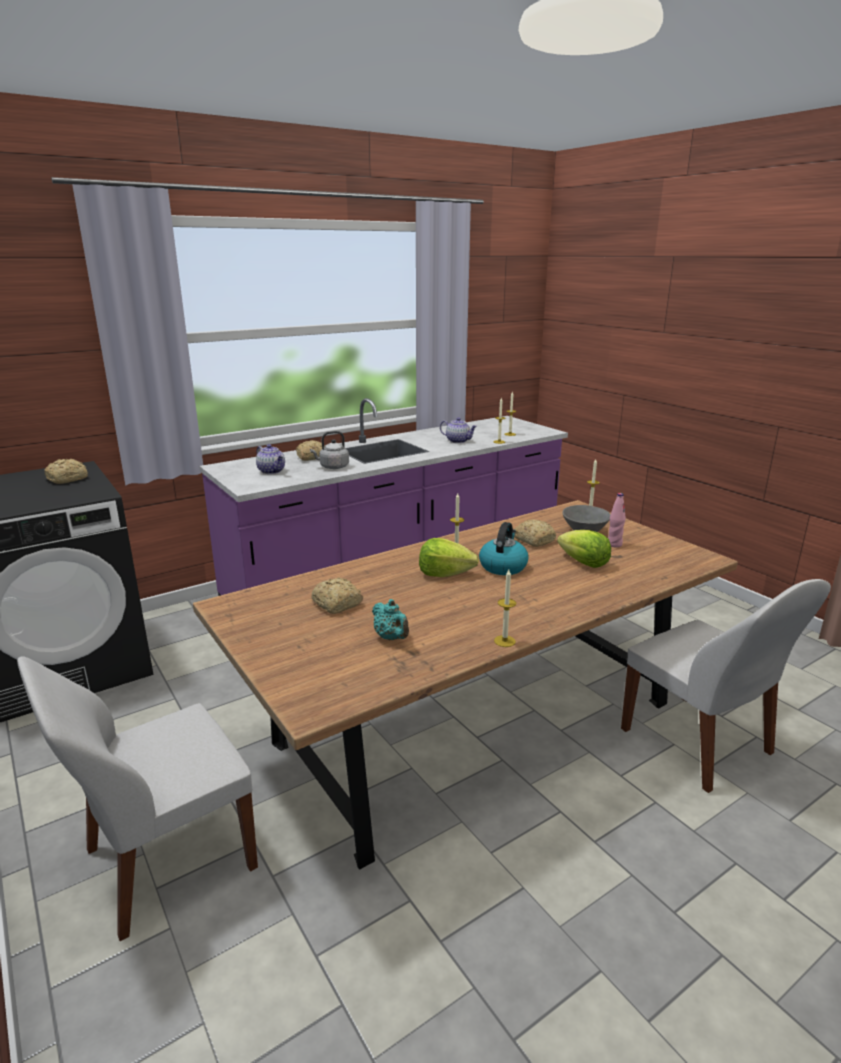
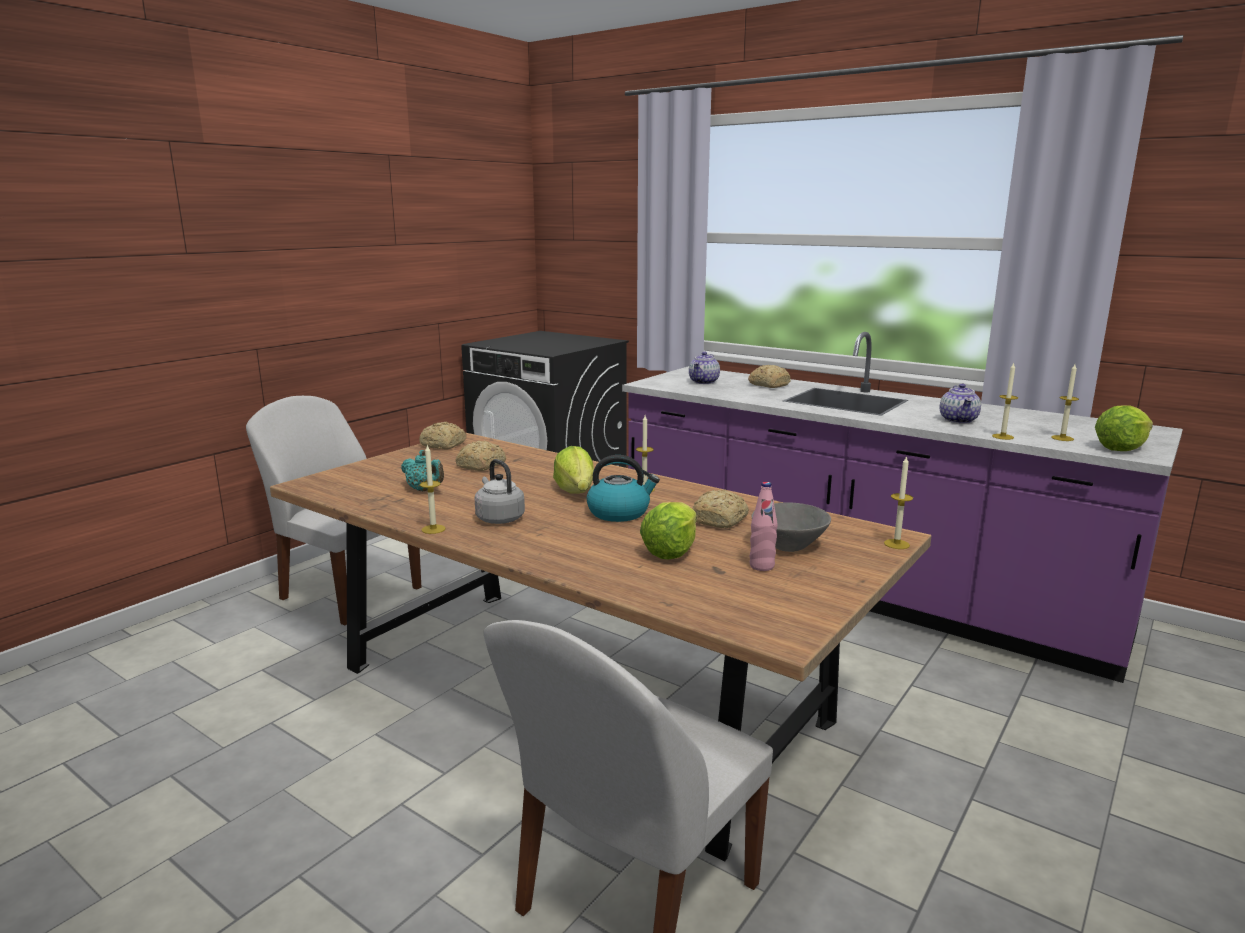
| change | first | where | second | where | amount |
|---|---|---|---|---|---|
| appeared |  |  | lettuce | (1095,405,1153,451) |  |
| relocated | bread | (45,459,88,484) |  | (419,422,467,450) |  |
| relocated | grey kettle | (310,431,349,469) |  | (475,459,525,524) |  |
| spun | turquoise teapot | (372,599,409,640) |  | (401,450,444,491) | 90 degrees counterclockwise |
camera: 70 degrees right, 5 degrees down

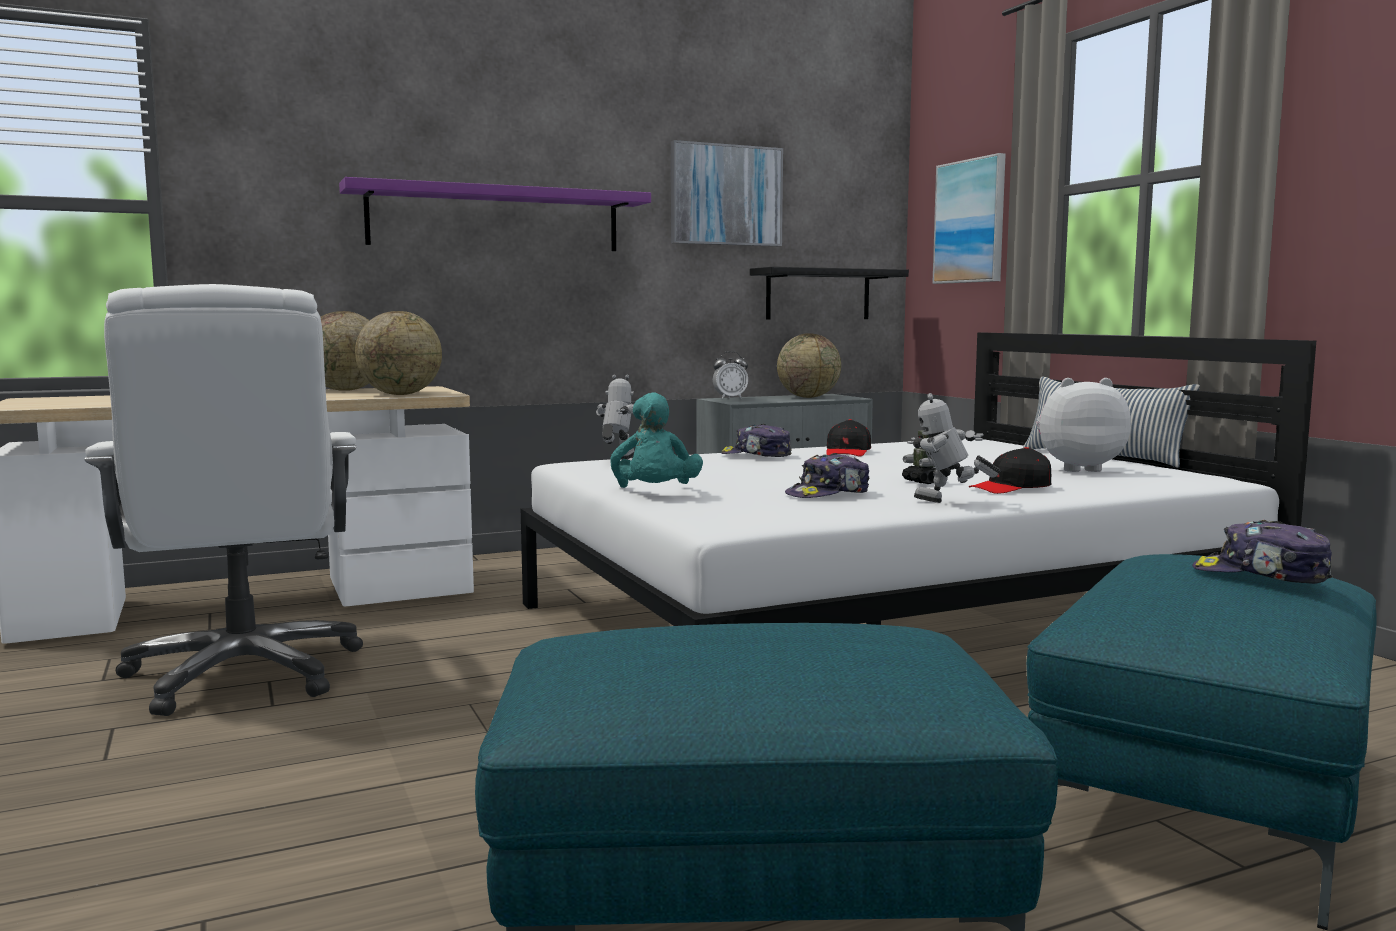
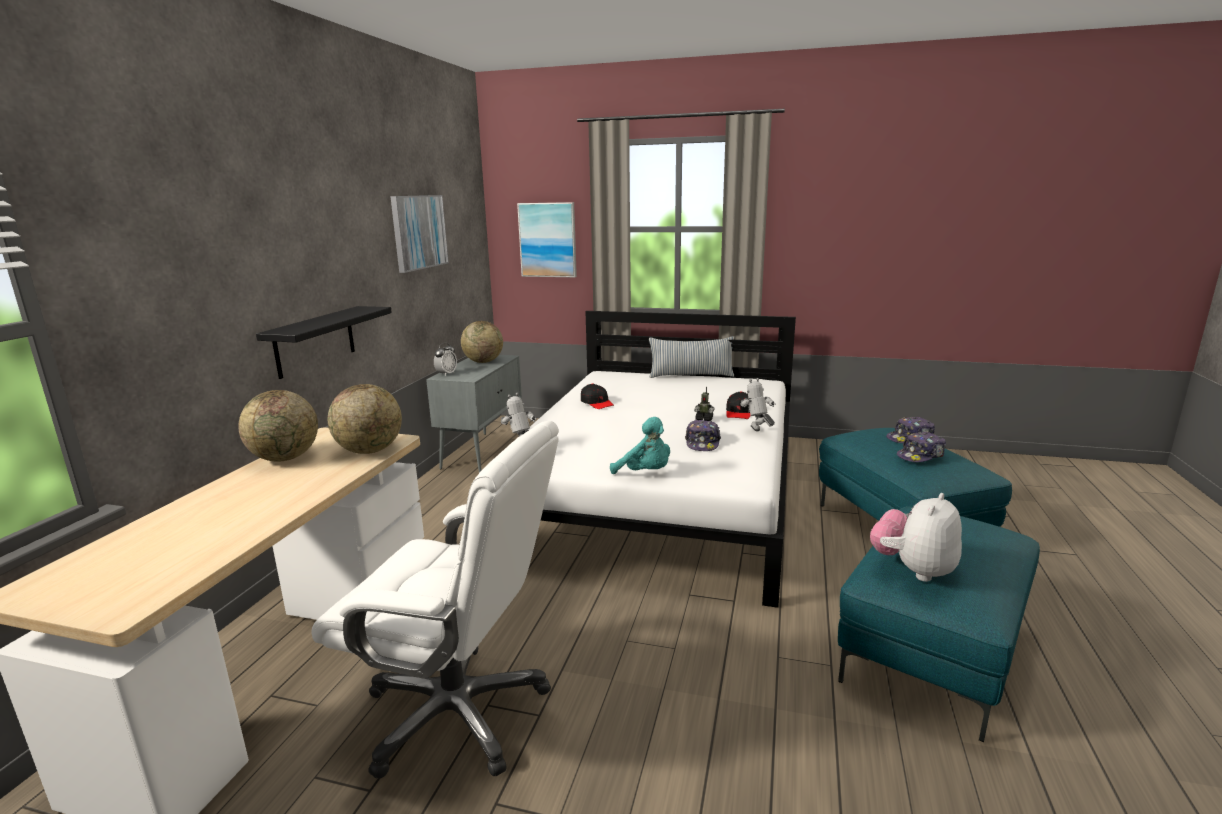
| change | first | where | second | where | amount |
|---|---|---|---|---|---|
| missing | purple shelf | (339,177,651,251) |  |  |  |
| relocated | cap | (721,424,792,457) |  | (897,432,946,462) |  |
| relocated | black shelf | (750,267,909,320) |  | (256,306,392,379) |  |
| relocated | plush toy | (1037,378,1131,472) |  | (870,493,962,582) |  |
| spun | toy robot | (907,393,1001,503) |  | (740,378,776,431) | 105 degrees clockwise |
camera: 50 degrees left, 10 degrees up

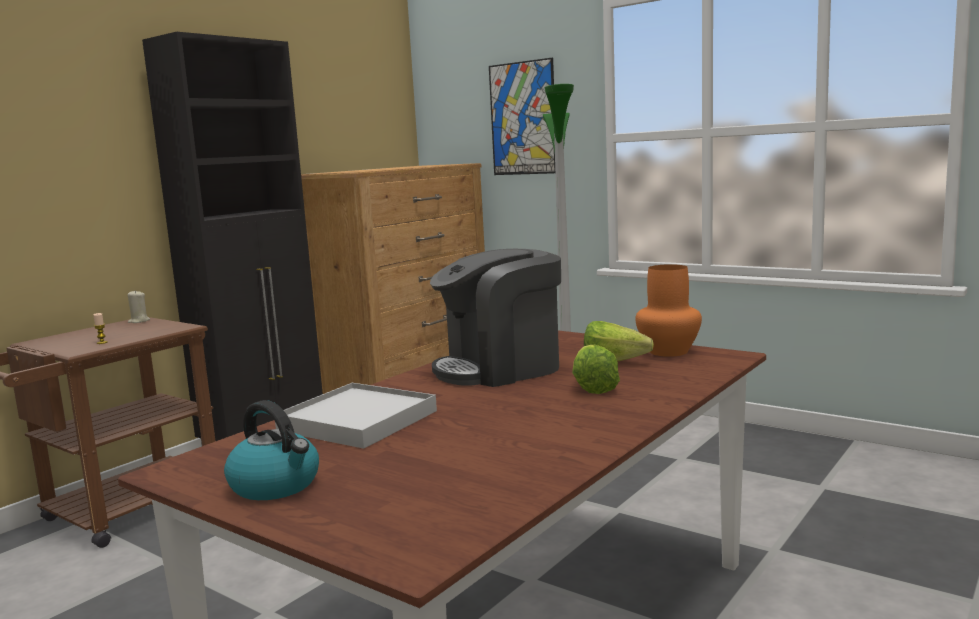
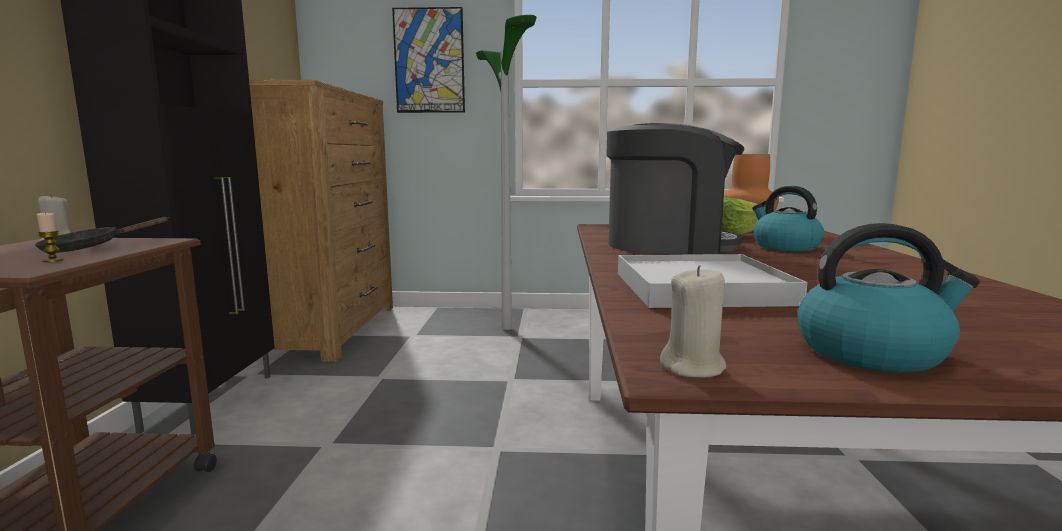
| change | first | where | second | where | amount |
|---|---|---|---|---|---|
| appeared |  |  | black frying pan | (35,217,169,253) |  |
| appeared |  |  | beige candle | (660,265,726,378) |  |
| exchanged | lettuce | (572,344,620,394) | kettle | (752,186,824,252) |  |
| spun | coffee machine | (430,249,561,387) |  | (606,123,745,254) | 120 degrees counterclockwise |
camera: 35 degrees left, 0 degrees up

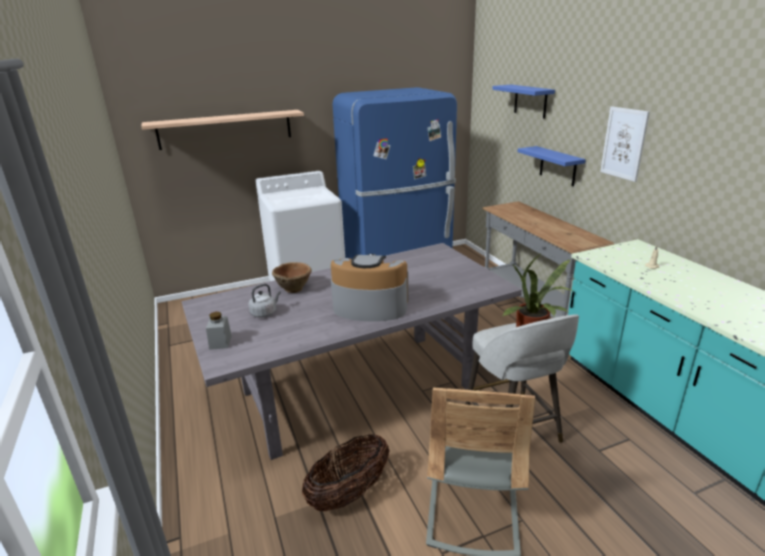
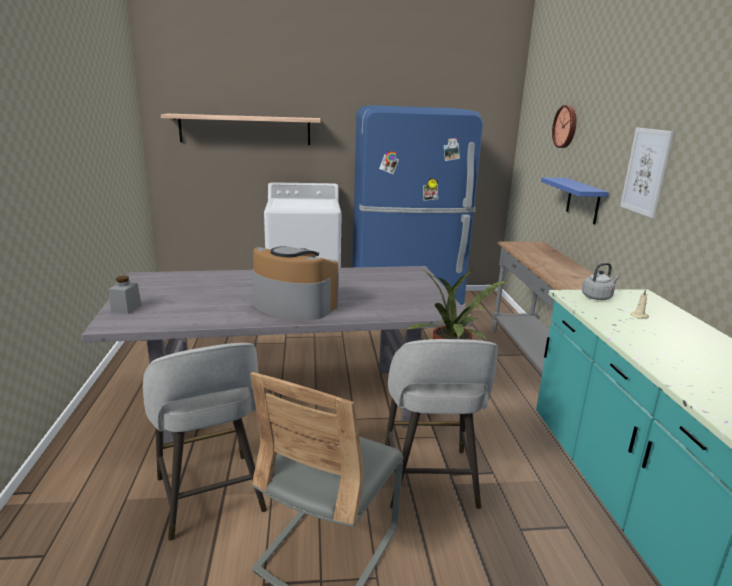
| change | first | where | second | where | amount |
|---|---|---|---|---|---|
| missing | brown bowl | (272,262,312,293) |  |  |  |
| relocated | grey kettle | (249,284,281,318) |  | (582,263,619,300) |  |
| exchanged | basket | (302,434,389,511) | grey stool | (143,343,267,541) |  |
| exchanged | blue shelf | (492,85,555,119) | wall clock | (552,105,576,148) |  |
camera: 15 degrees right, 5 degrees down

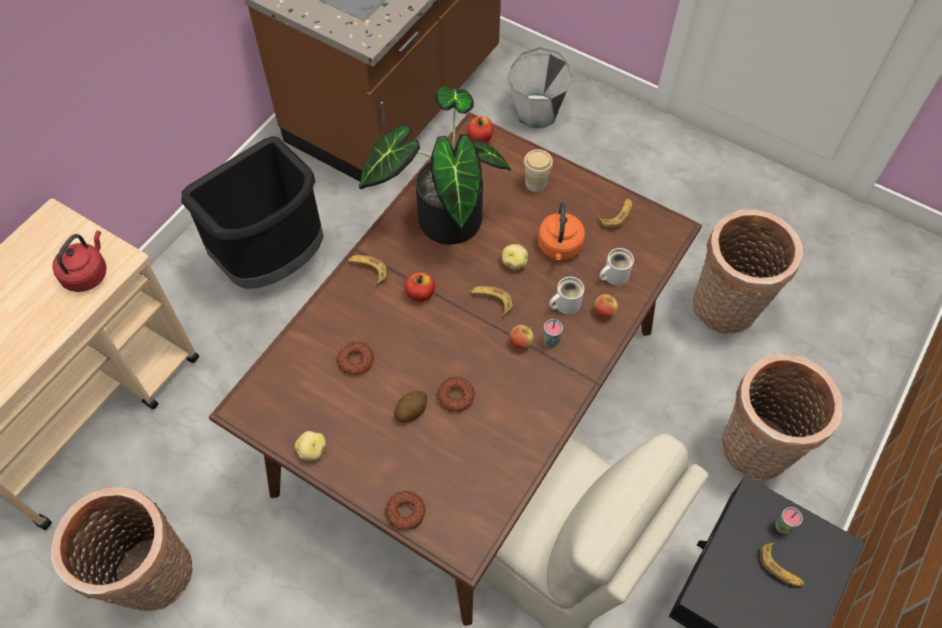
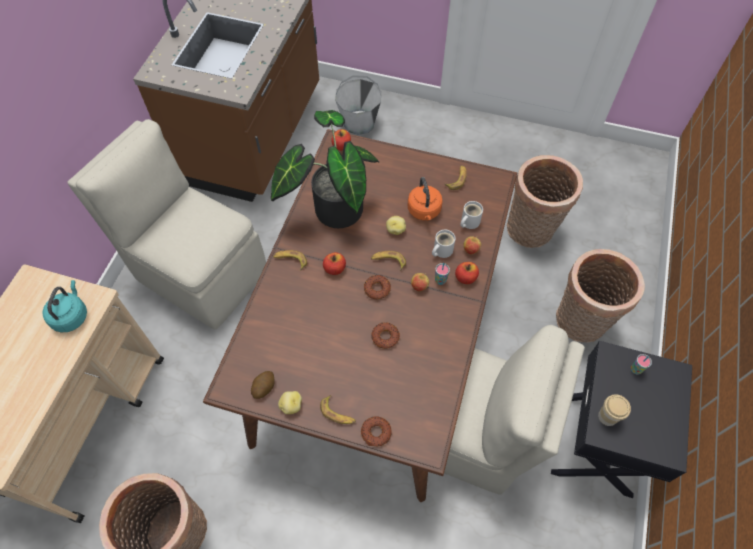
| change | first | where | second | where | amount |
|---|---|---|---|---|---|
| appeared |  |  | apple | (455,262,479,284) |  |
| relocated | donut | (337,342,374,375) |  | (364,275,391,299) |  |
| relocated | potato | (394,391,427,422) |  | (251,371,275,399) |  |
| relocated | cup | (524,149,553,192) |  | (598,394,631,426) |  |
| relocated | banana | (759,542,804,586) |  | (320,395,356,424) |  |
| exchanged | black trash can | (181,136,324,289) | beige chair | (67,119,266,329) |  |
| colour | red kettle | (52,230,107,292) | turquoise kettle | (42,280,87,332) |  |
camera: 15 degrees left, 0 degrees up

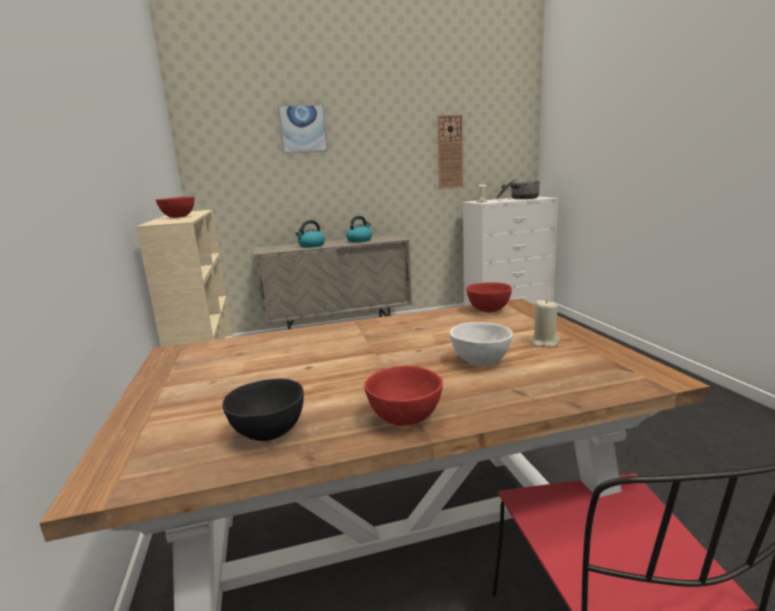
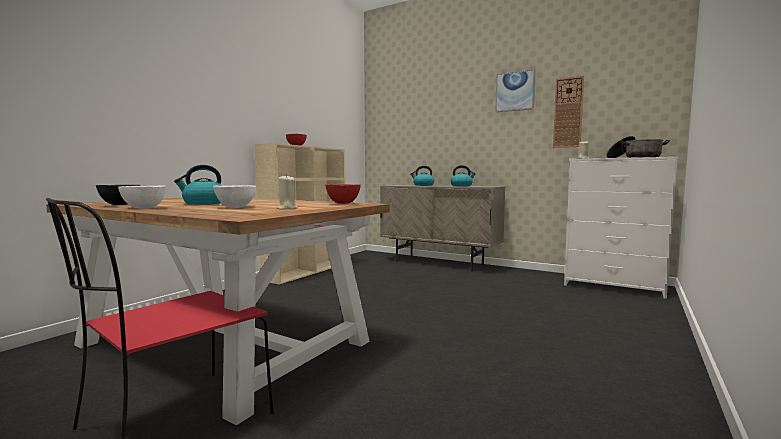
| change | first | where | second | where | amount |
|---|---|---|---|---|---|
| appeared |  |  | kettle | (174,165,222,205) |  |
| relocated | picture | (278,104,328,154) |  | (495,69,535,112) |  |
| colour | red bowl | (364,366,443,426) | white bowl | (118,185,166,208) |  |
camera: 45 degrees right, 10 degrees down

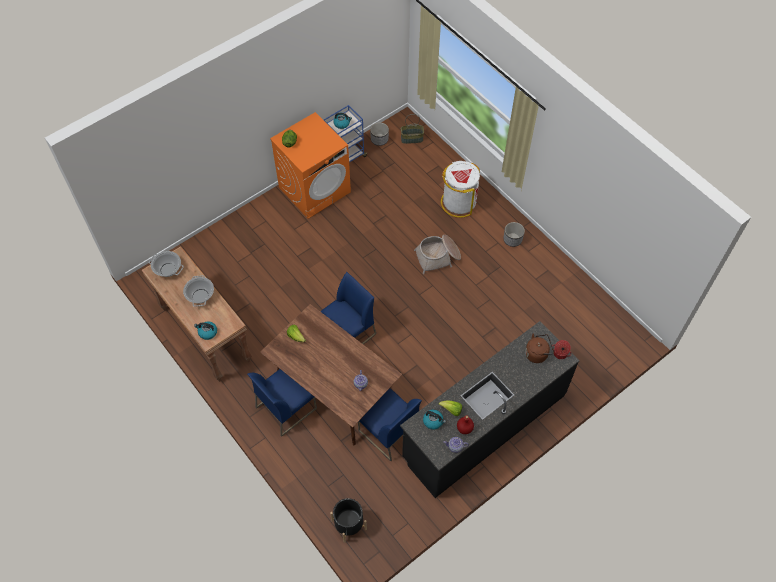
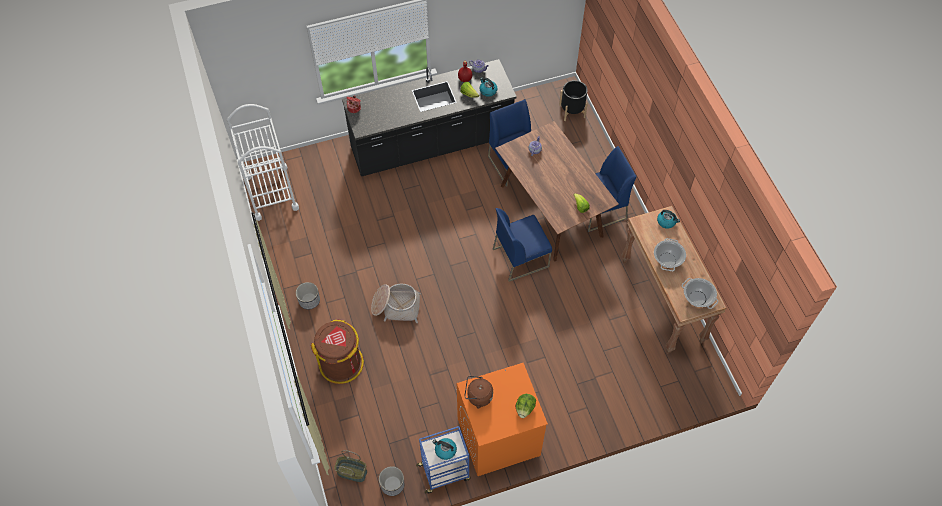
| change | first | where | second | where | amount |
|---|---|---|---|---|---|
| appeared |  |  | white cart | (227,104,299,221) |  |
| relocated | brown kettle | (525,334,554,363) |  | (465,376,493,409) |  |
| colour | white trash can | (441,161,480,218) | brown trash can | (311,320,364,384) |  |
camera: 160 degrees left, 0 degrees up

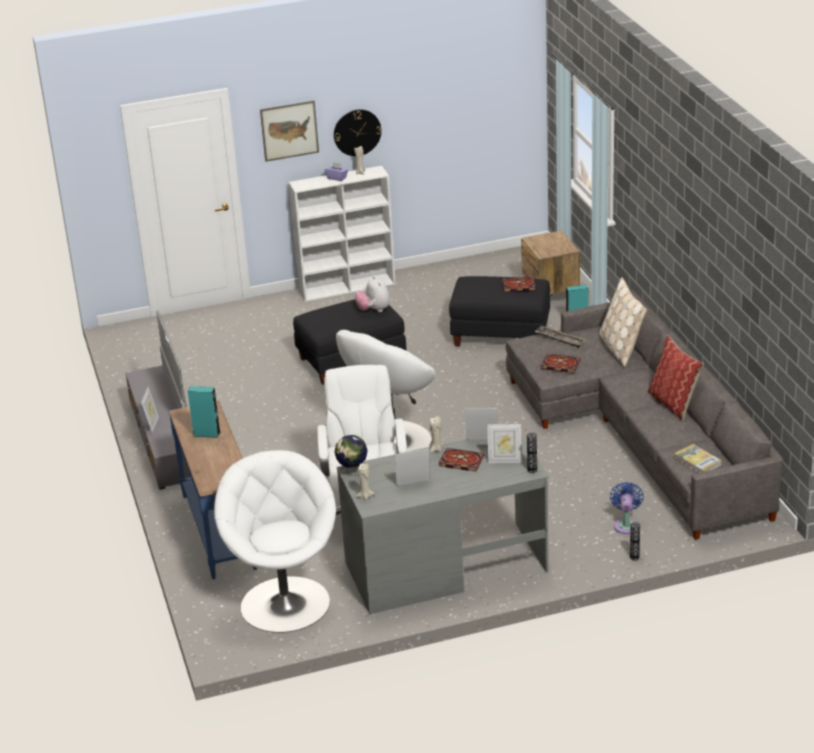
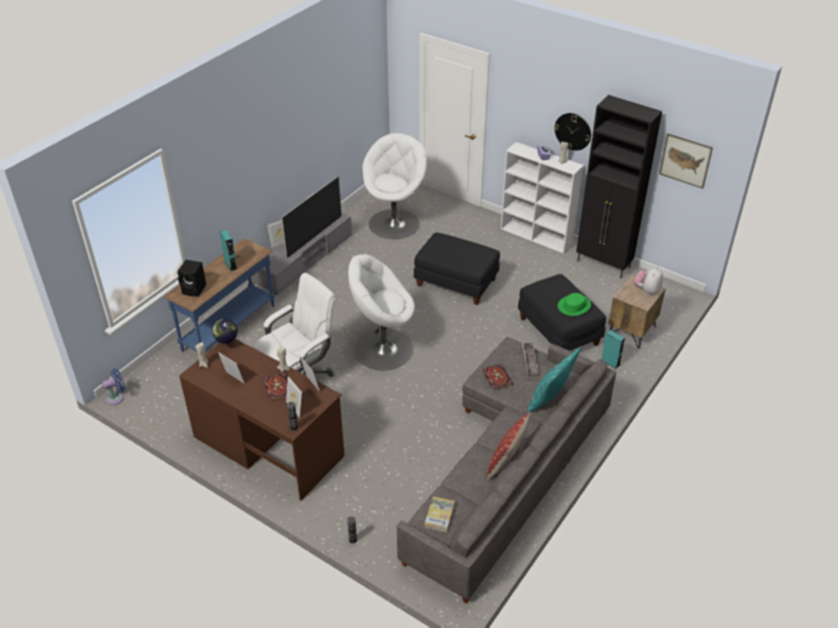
| change | first | where | second | where | amount |
|---|---|---|---|---|---|
| appeared |  |  | black speaker | (177,260,206,297) |  |
| appeared |  |  | black cabinet | (576,95,662,278) |  |
| relocated | white armchair | (214,450,336,633) |  | (362,133,427,239) |  |
| relocated | picture | (260,101,319,162) |  | (659,133,713,189) |  |
| relocated | plush toy | (355,276,390,312) |  | (633,267,663,295) |  |
| relocated | blue fan | (610,482,644,534) |  | (102,368,125,405) |  |
| exchanged | book | (502,277,536,292) | green hat | (558,293,591,316) |  |
| colour | grey desk | (336,436,549,614) | brown desk | (179,339,344,501) |  |
| colour | beige pillow | (599,277,647,367) | turquoise pillow | (528,347,581,412) |  |
camera: 50 degrees right, 10 degrees up

